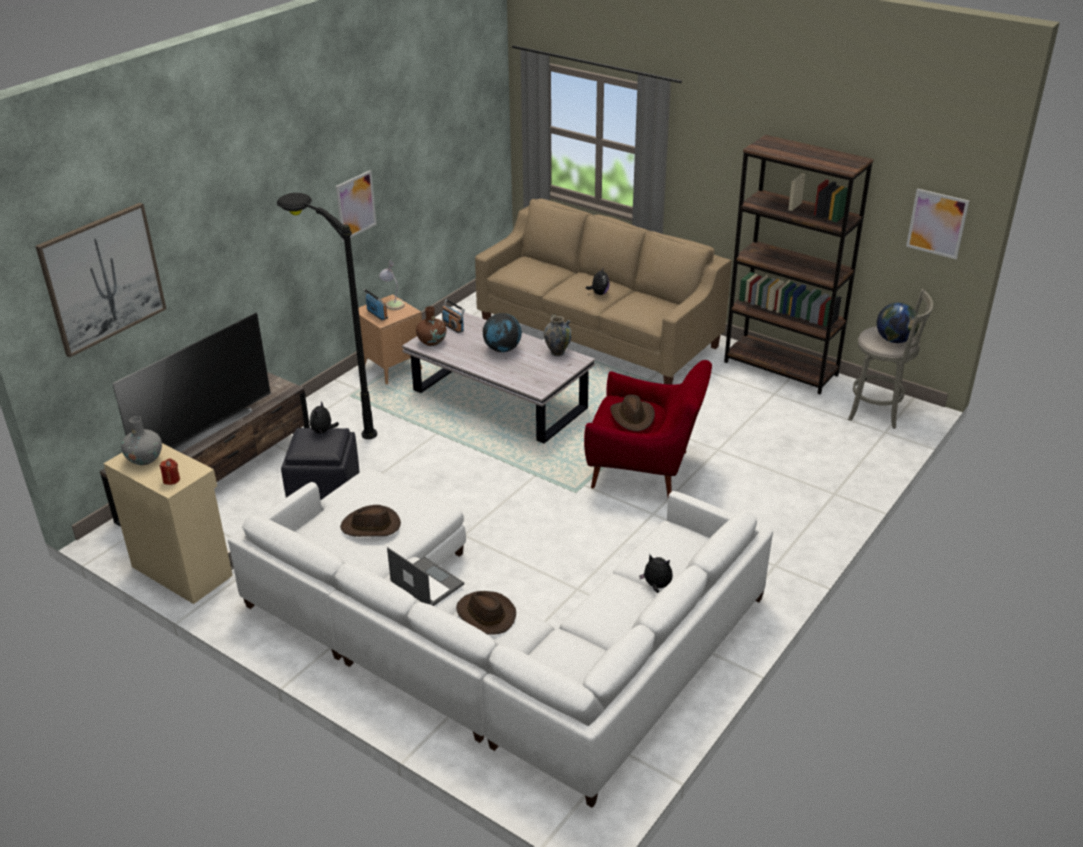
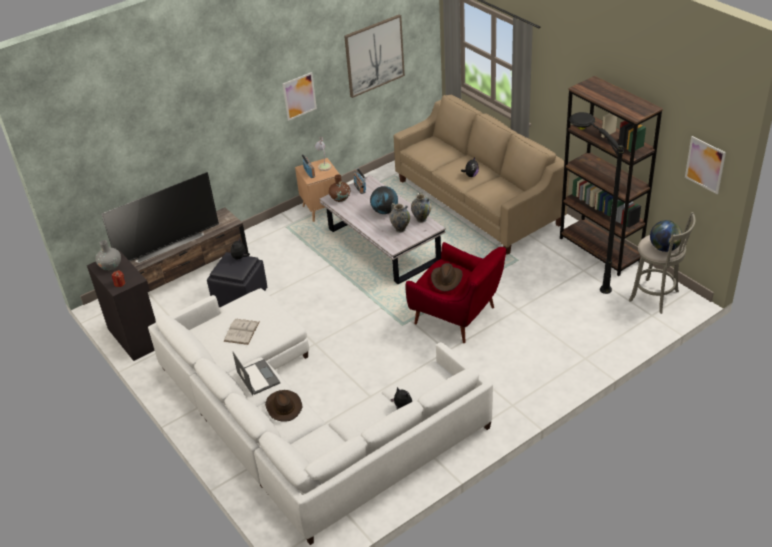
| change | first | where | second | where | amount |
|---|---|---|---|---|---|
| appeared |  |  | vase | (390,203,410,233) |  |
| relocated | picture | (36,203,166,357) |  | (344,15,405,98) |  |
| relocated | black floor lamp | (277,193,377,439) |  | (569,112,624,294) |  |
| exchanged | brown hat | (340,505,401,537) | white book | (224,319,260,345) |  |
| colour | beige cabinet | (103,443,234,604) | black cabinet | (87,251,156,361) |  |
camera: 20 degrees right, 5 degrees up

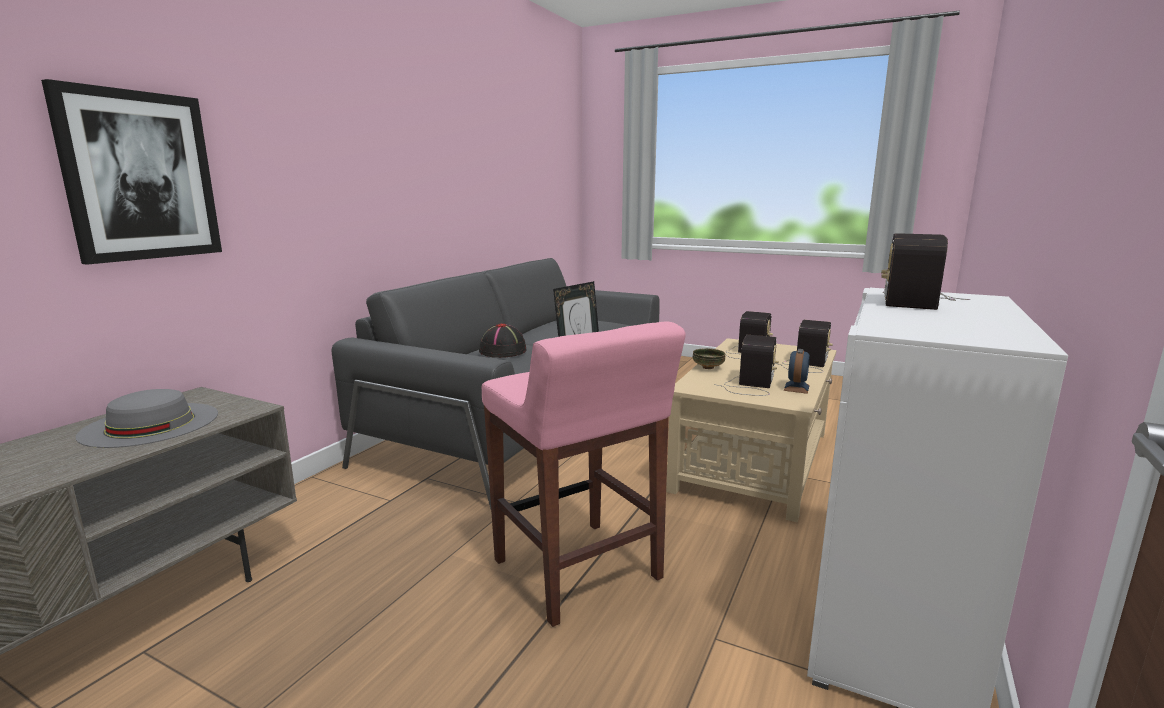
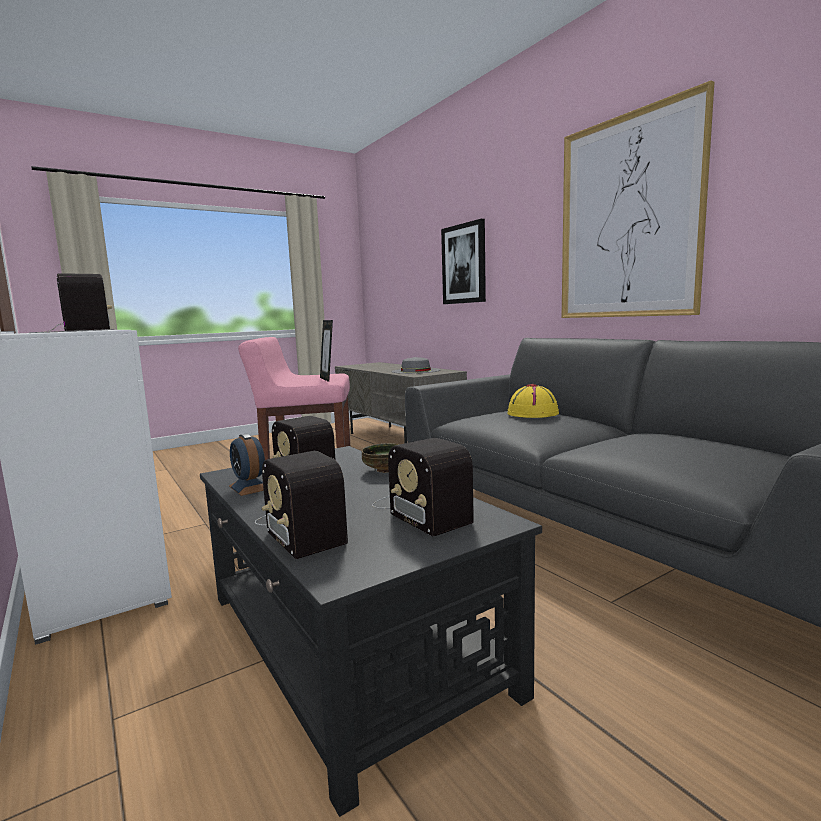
| change | first | where | second | where | amount |
|---|---|---|---|---|---|
| appeared |  |  | picture | (562,81,715,318) |  |
| colour | black hat | (479,324,527,358) | yellow hat | (507,384,559,418) |  |
| colour | beige coffee table | (666,338,836,522) | black coffee table | (200,446,542,817) |  |
camera: 120 degrees right, 5 degrees down

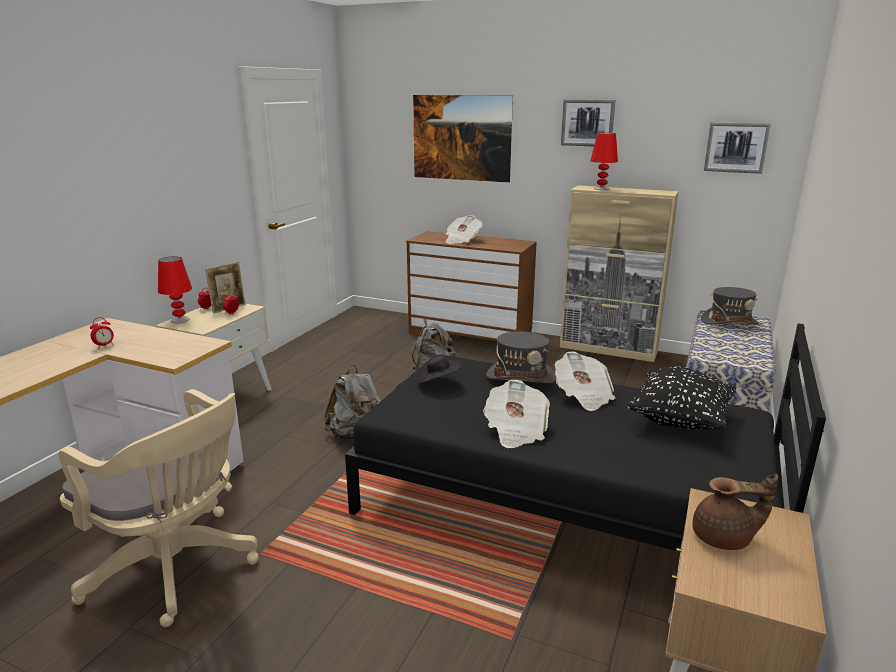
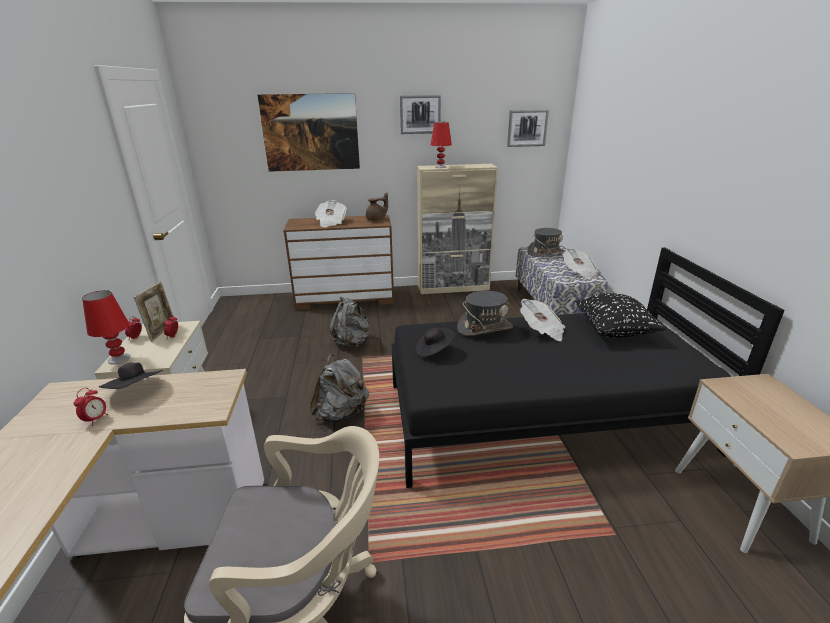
| change | first | where | second | where | amount |
|---|---|---|---|---|---|
| appeared |  |  | black hat | (99,362,163,389) |  |
| relocated | newspaper | (483,380,550,448) |  | (563,248,598,279) |  |
| relocated | brown teapot | (693,474,778,550) |  | (366,193,388,221) |  |
camera: 30 degrees left, 5 degrees up

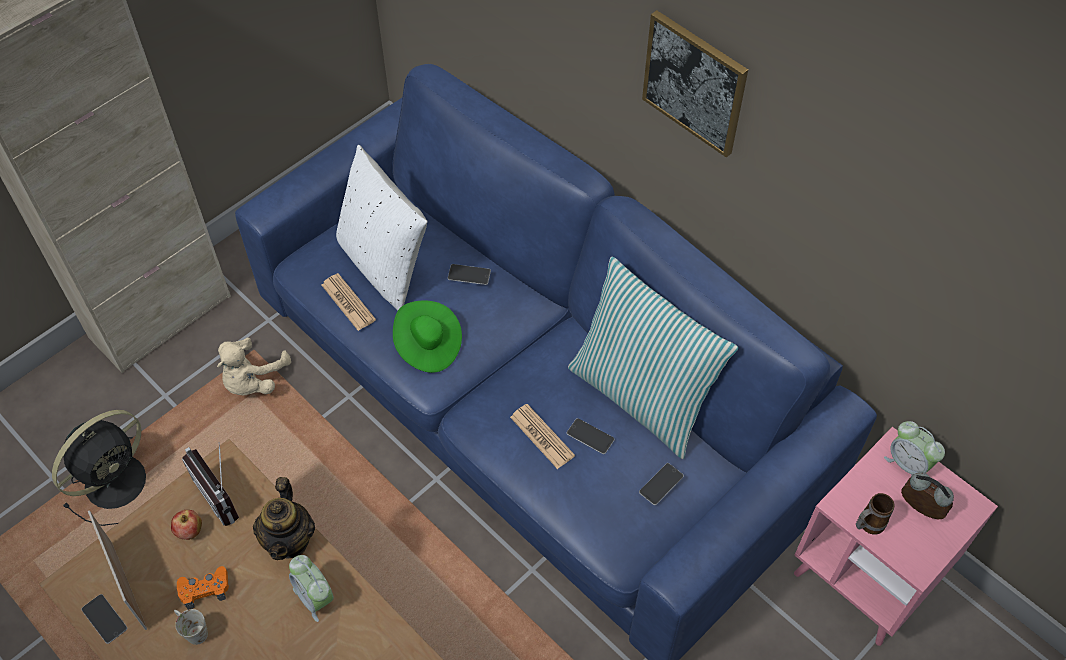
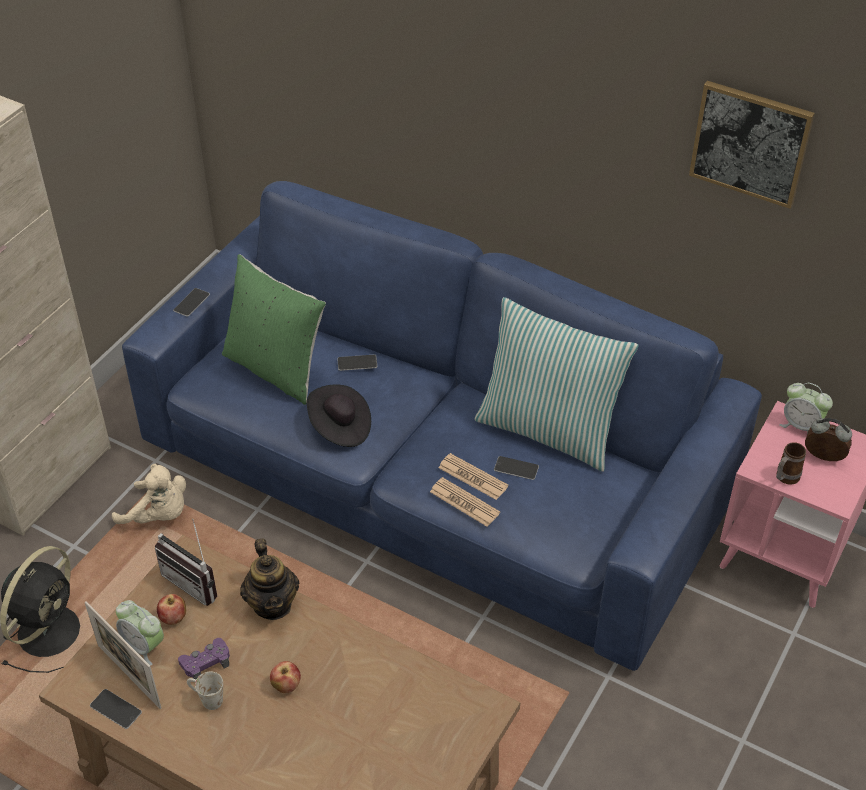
| change | first | where | second | where | amount |
|---|---|---|---|---|---|
| appeared |  |  | apple | (270,661,301,693) |  |
| relocated | alarm clock | (289,555,334,622) |  | (116,600,164,665) |  |
| relocated | newspaper | (322,273,376,331) |  | (430,477,500,527) |  |
| relocated | phone | (639,463,684,505) |  | (173,288,210,317) |  |
| relocated | picture | (642,10,748,158) |  | (689,81,815,209) |  |
| colour | orange game controller | (177,566,229,610) | purple game controller | (178,638,230,679) |  |
| colour | white pillow | (336,145,428,310) | green pillow | (222,254,326,405) |  |
| colour | green hat | (393,300,462,373) | black hat | (307,384,371,447) |  |
| spun | beige plush toy | (217,337,291,395) |  | (112,464,186,524) | 75 degrees counterclockwise |
camera: 15 degrees left, 10 degrees down

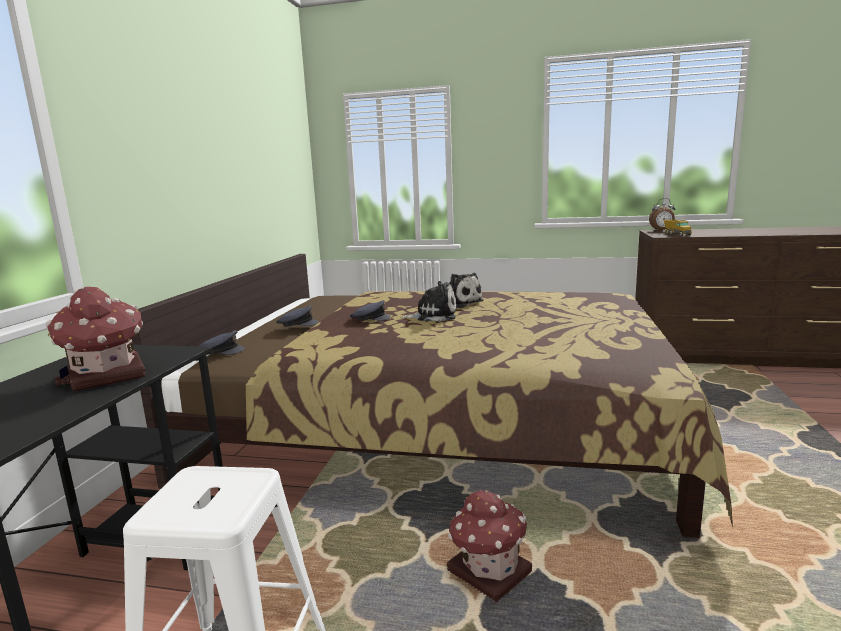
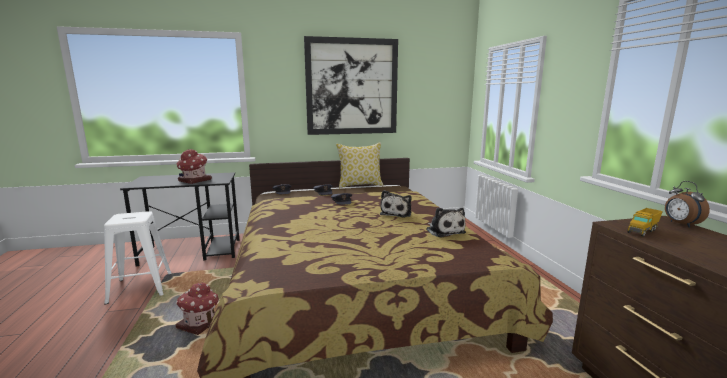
| change | first | where | second | where | amount |
|---|---|---|---|---|---|
| appeared |  |  | picture | (304,36,398,135) |  |
| appeared |  |  | pillow | (336,142,384,188) |  |
| relocated | plush toy | (400,281,456,322) |  | (427,208,466,238) |  |
camera: 65 degrees right, 0 degrees up

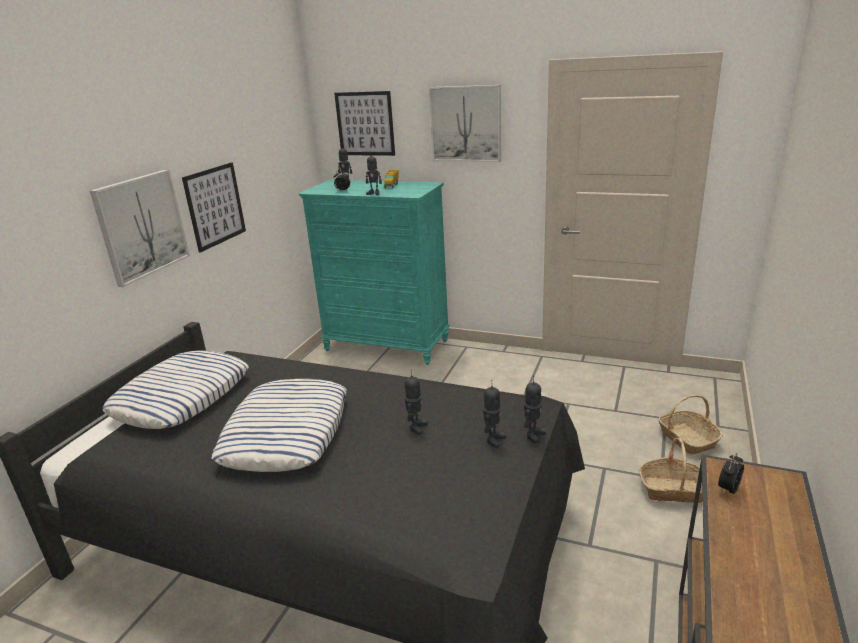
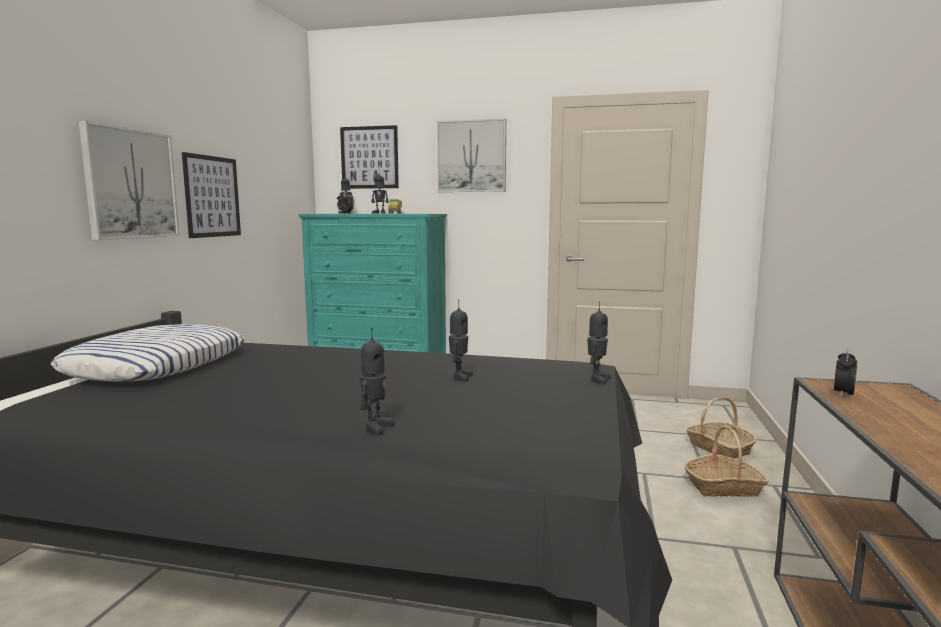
| change | first | where | second | where | amount |
|---|---|---|---|---|---|
| missing | pillow | (212,379,347,472) |  |  |  |
| relocated | toy robot | (483,380,506,448) |  | (360,328,395,435) |  |
camera: 10 degrees left, 15 degrees down

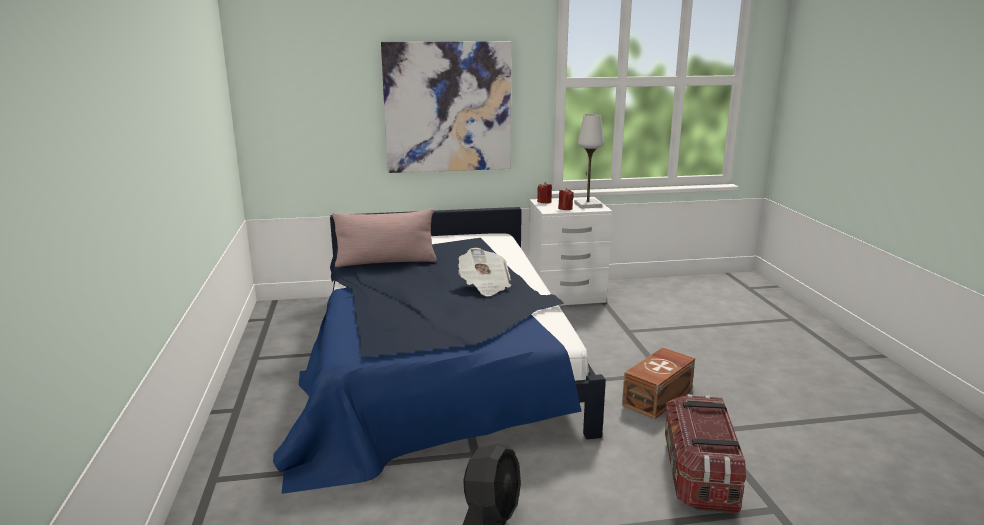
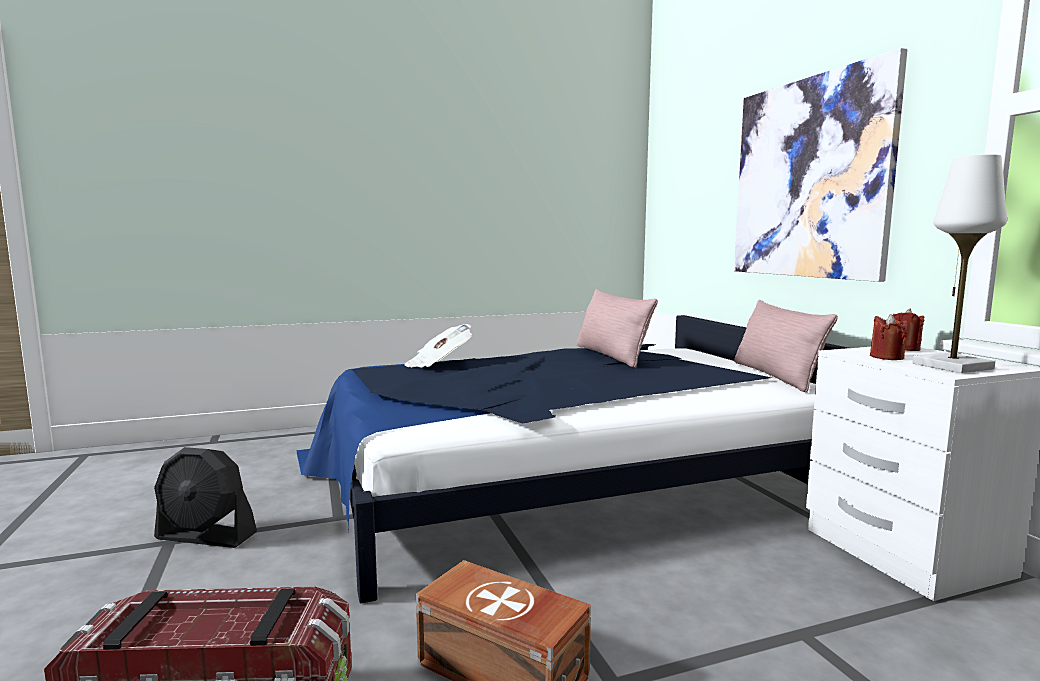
| change | first | where | second | where | amount |
|---|---|---|---|---|---|
| appeared |  |  | pink pillow | (734,300,838,393) |  |
| relocated | newspaper | (458,248,511,297) |  | (404,324,472,368) |  |
camera: 80 degrees right, 10 degrees down

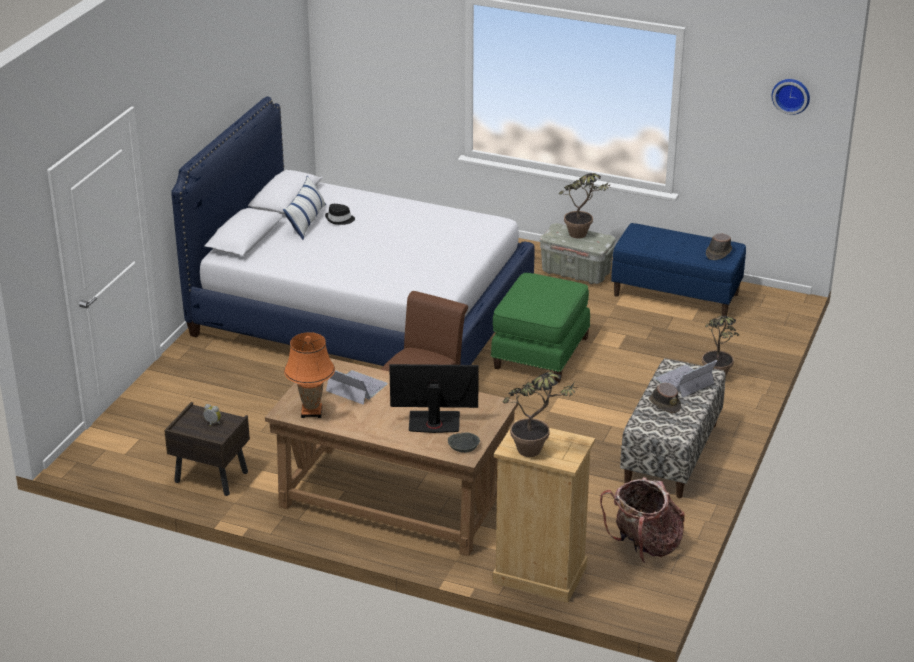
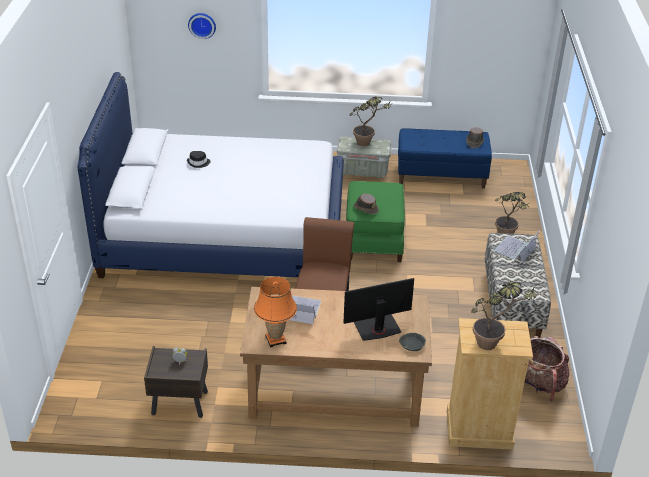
| change | first | where | second | where | amount |
|---|---|---|---|---|---|
| missing | pillow | (283,176,326,240) |  |  |  |
| relocated | brown hat | (649,383,681,413) |  | (353,193,379,214) |  |
| relocated | wall clock | (772,79,810,115) |  | (188,13,216,39) |  |
camera: 20 degrees left, 5 degrees up

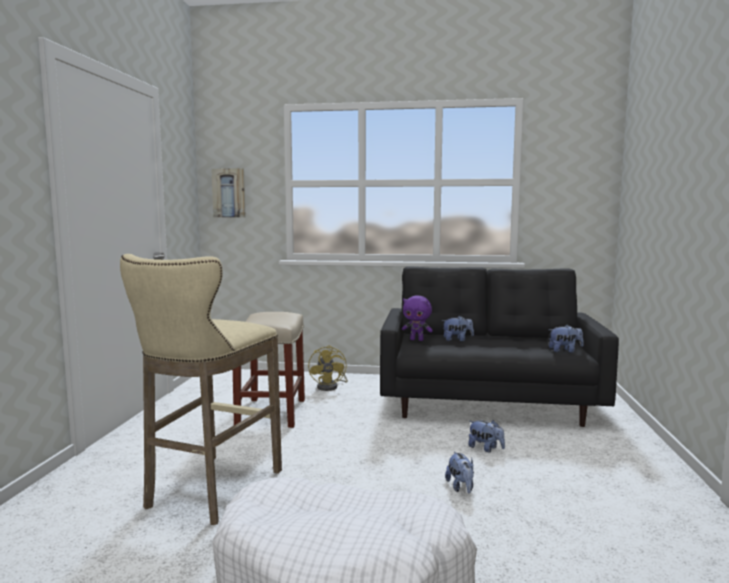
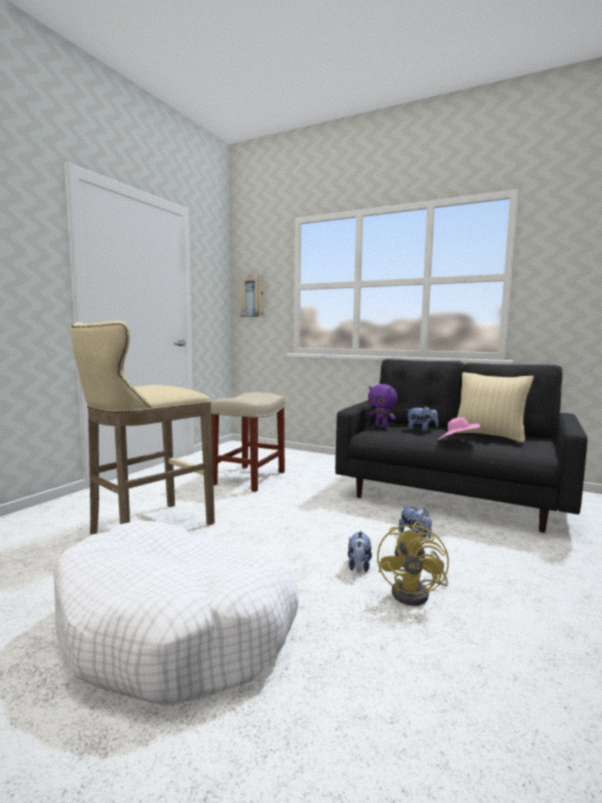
| change | first | where | second | where | amount |
|---|---|---|---|---|---|
| missing | plush toy | (549,325,584,353) |  |  |  |
| appeared |  |  | pink hat | (438,417,481,440) |  |
| appeared |  |  | beige pillow | (455,372,534,442) |  |
| relocated | yellow fan | (308,345,348,391) |  | (377,522,449,606) |  |
camera: 20 degrees right, 0 degrees up

